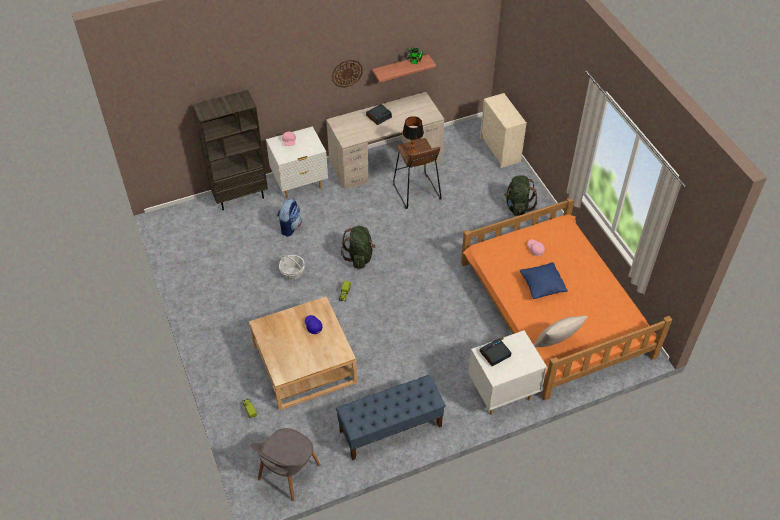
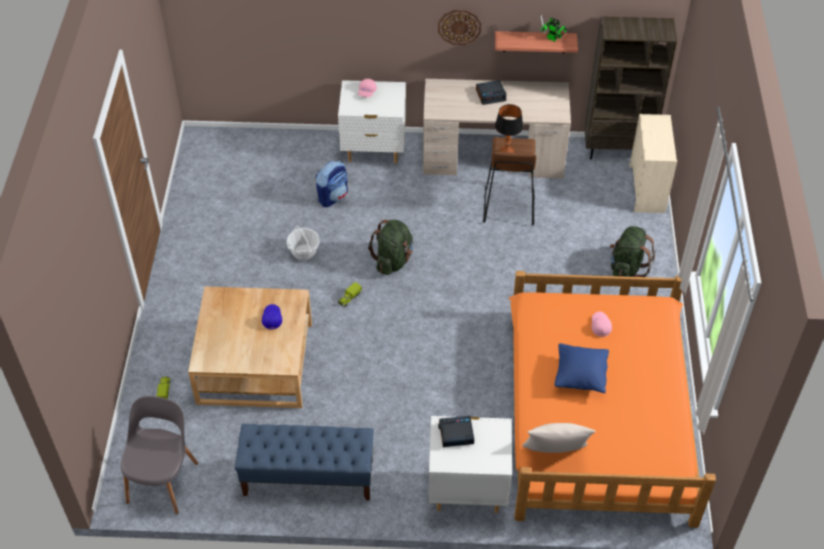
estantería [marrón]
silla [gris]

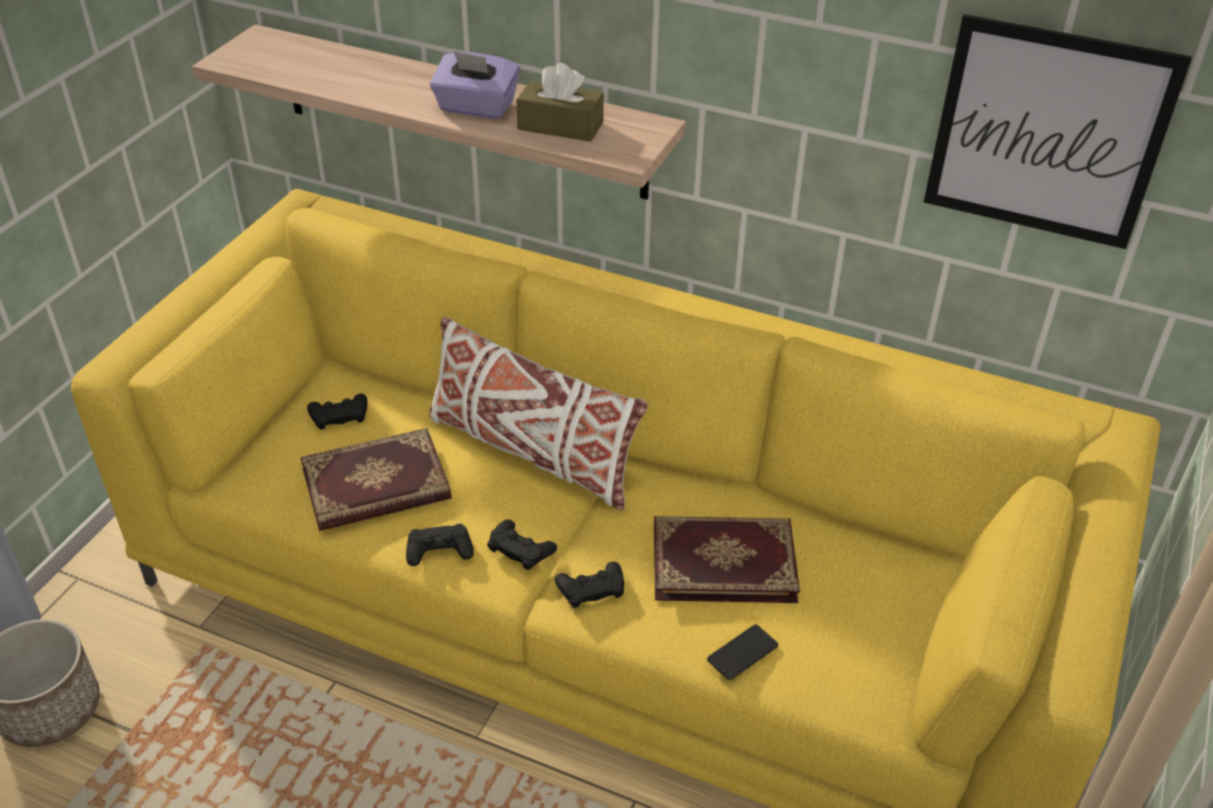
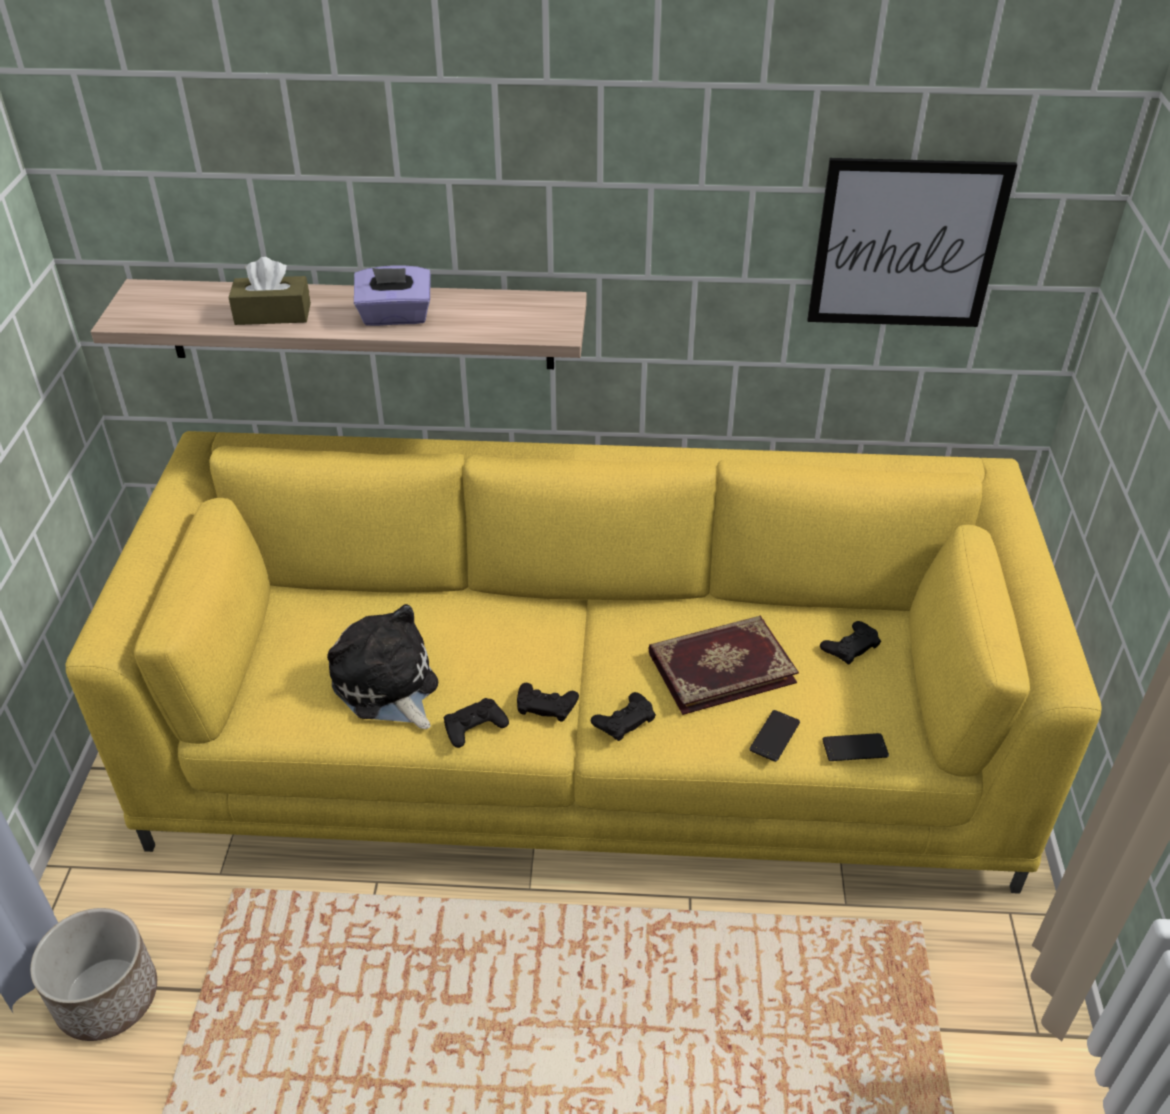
cojín [blanco]
móvil (2nd from left)
mando de consola [negro] (4th from left)
caja de pañuelos [marrón]
peluche

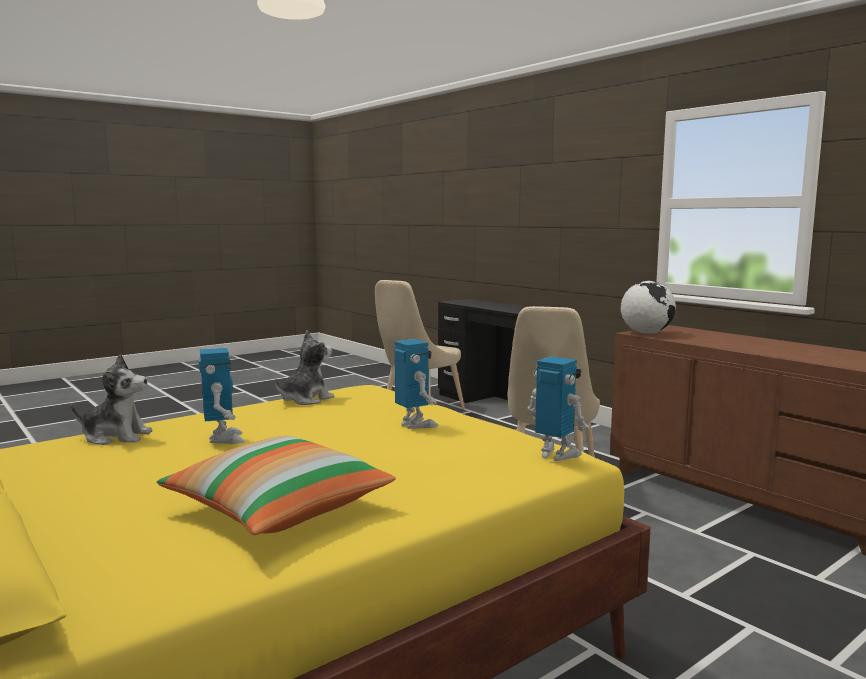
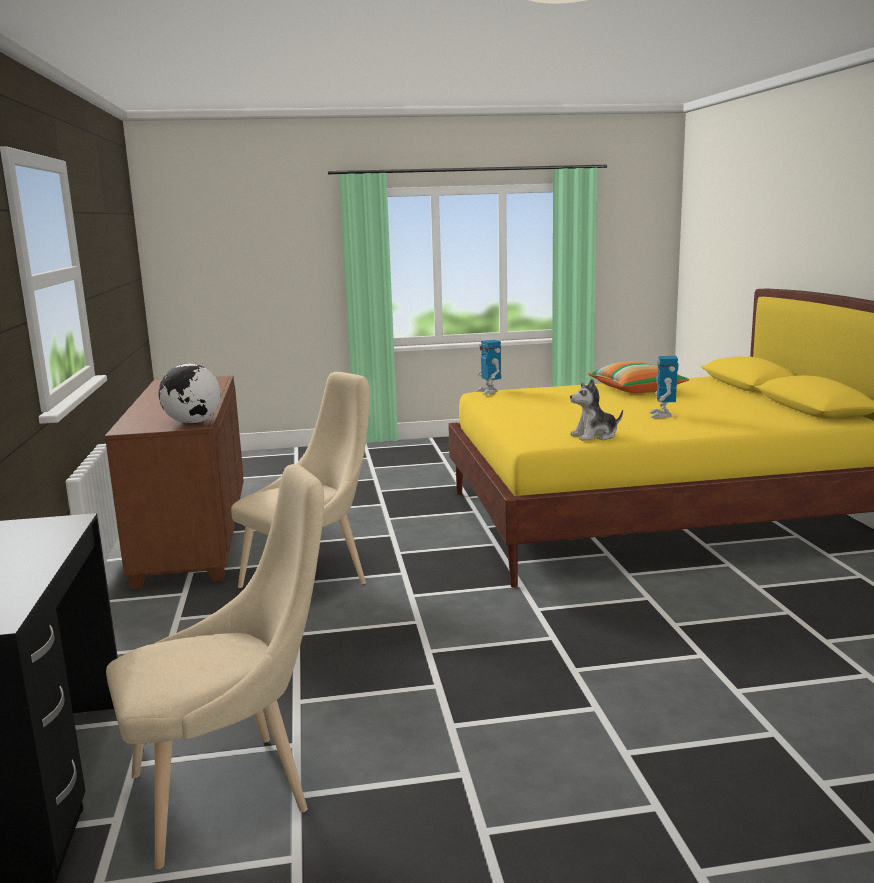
peluche (1st from left in the first image)
robot de juguete (2nd from left in the first image)

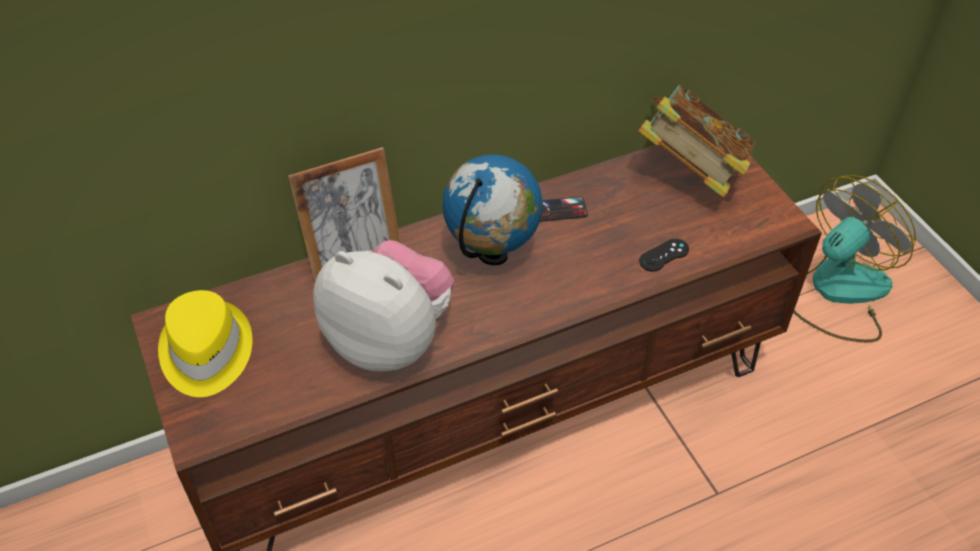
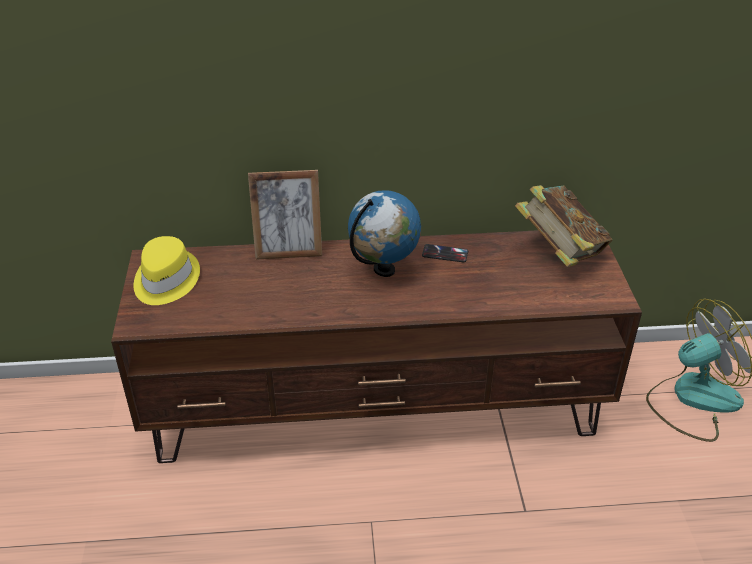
peluche
mando de consola [negro]

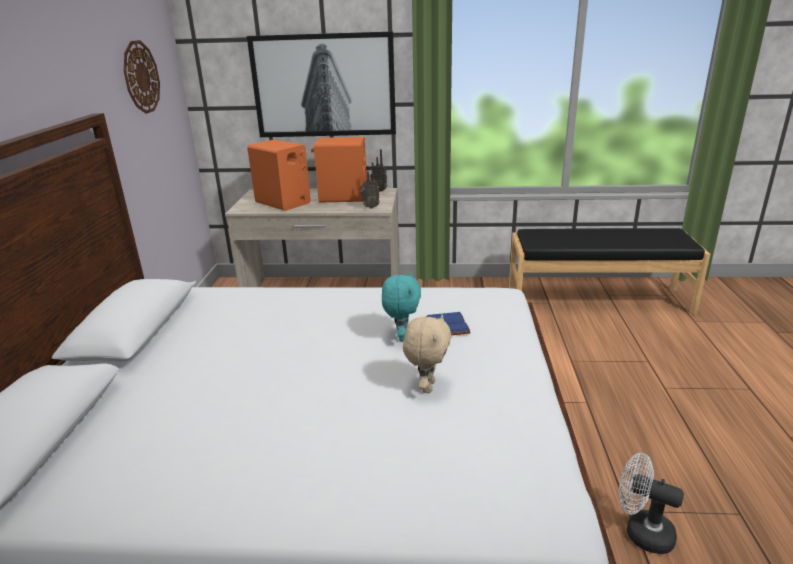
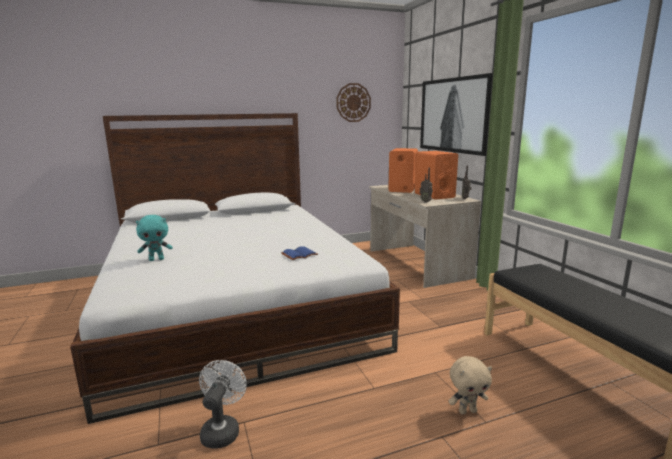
peluche [turquesa]
peluche [beis]

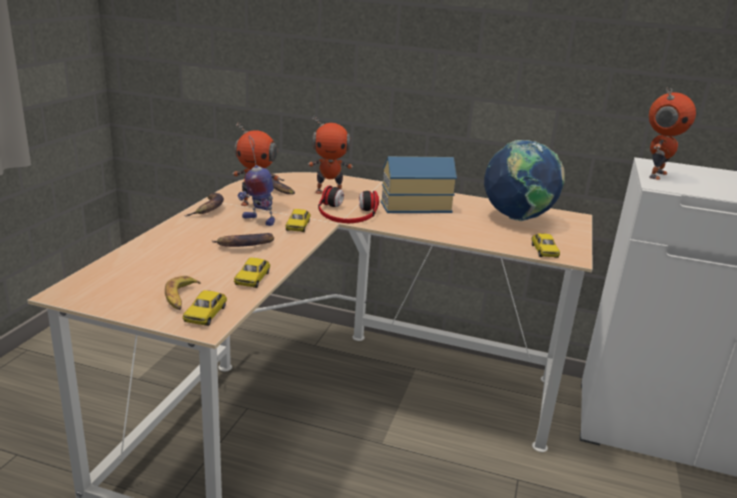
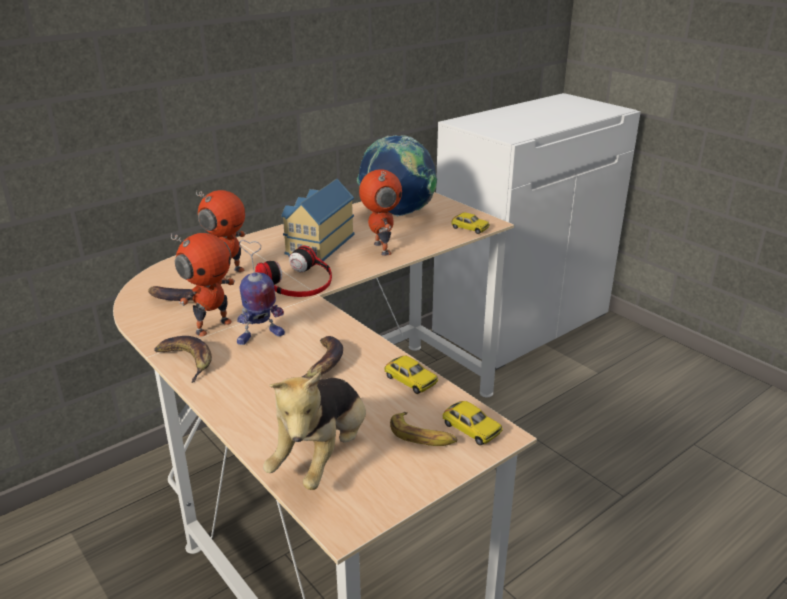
coche de juguete (3rd from left in the first image)
peluche
robot de juguete (4th from left)

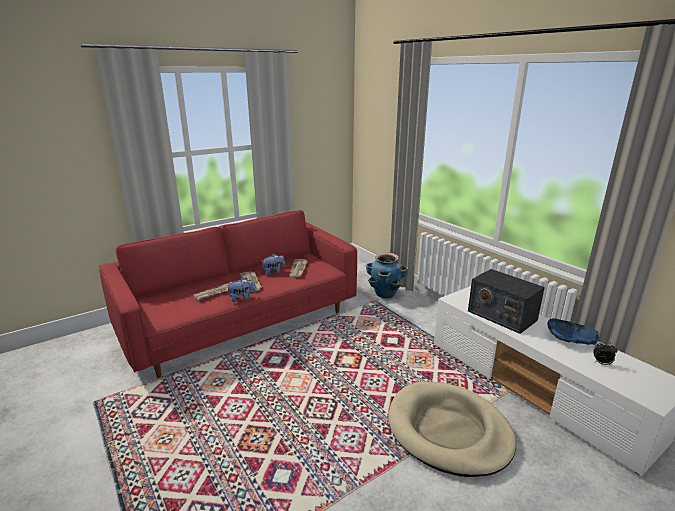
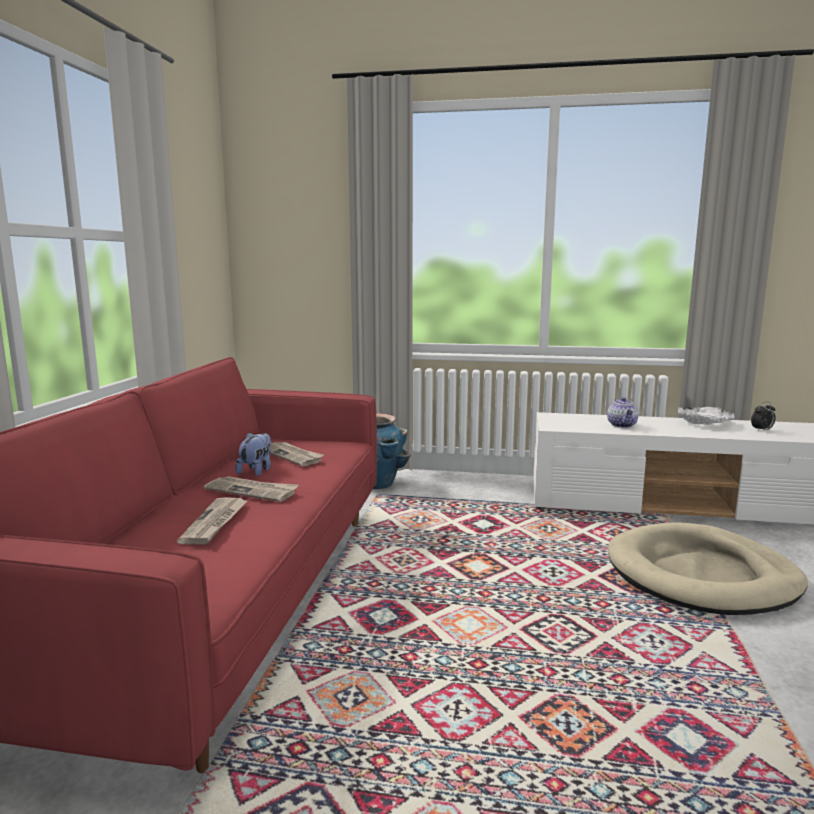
peluche (1st from left in the first image)
tetera
cuenco [blanco]

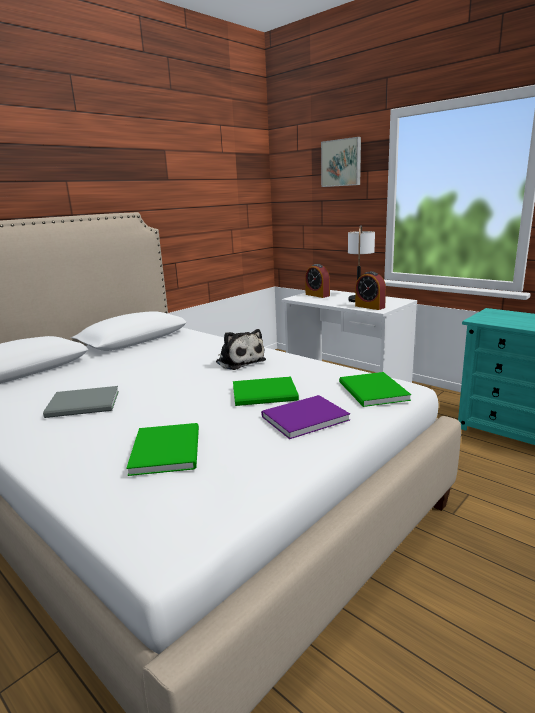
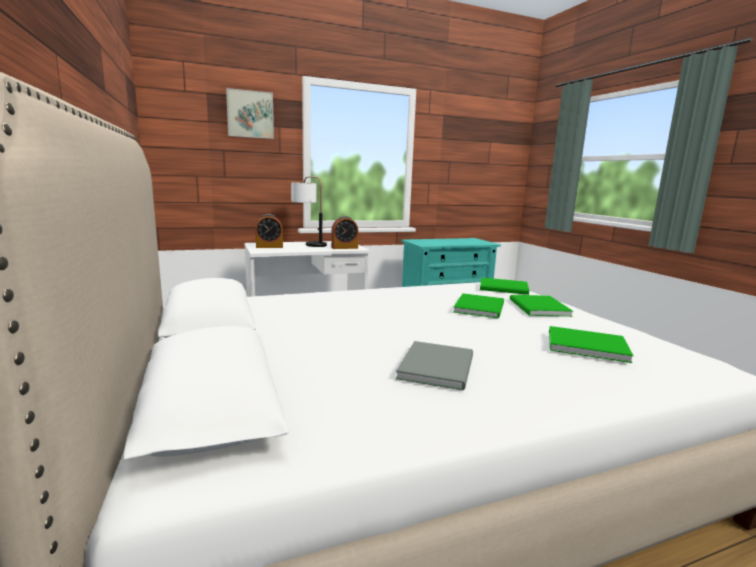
peluche
libro [verde] (3rd from left)

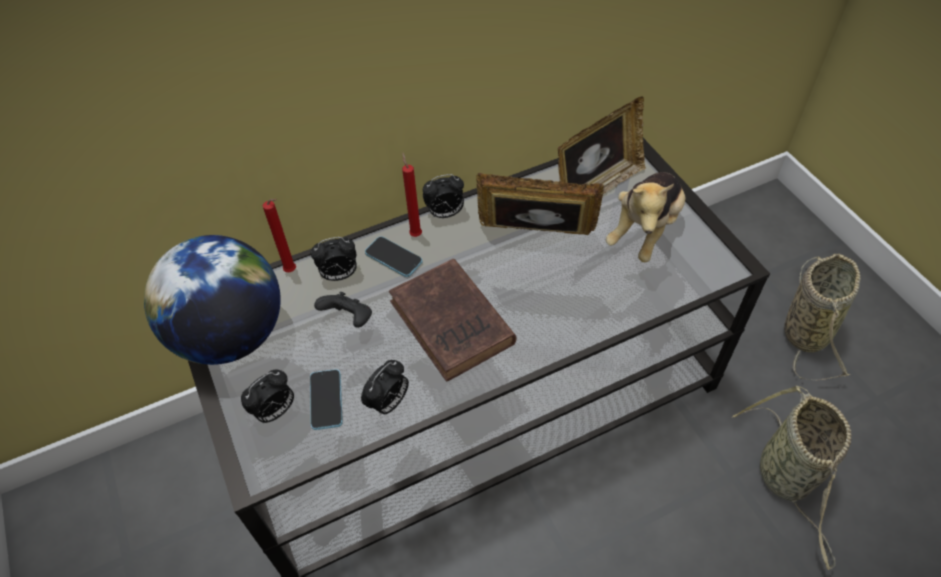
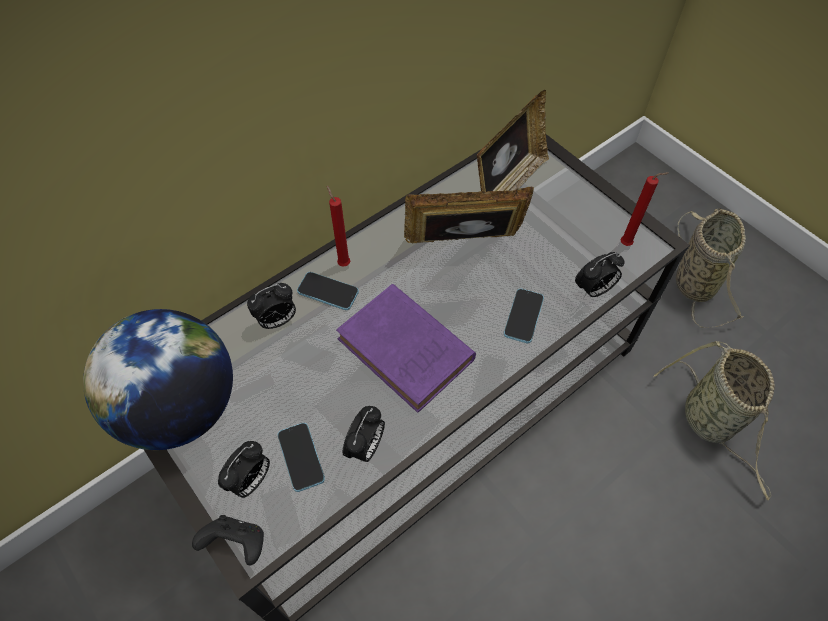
peluche
móvil (3rd from left)
vela [rojo] (2nd from left)
mando de consola [negro]
despertador (4th from left)
libro [morado]

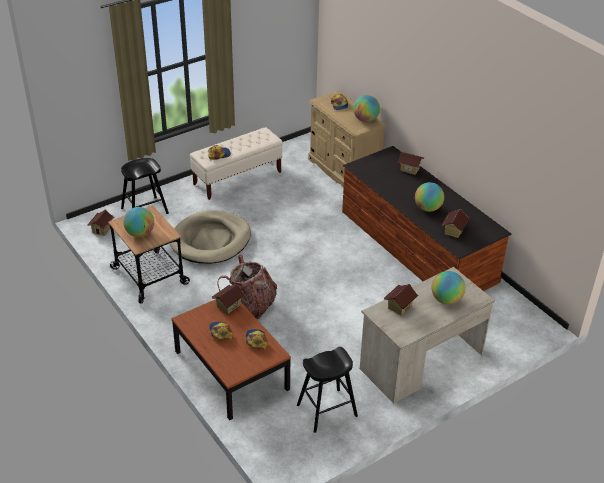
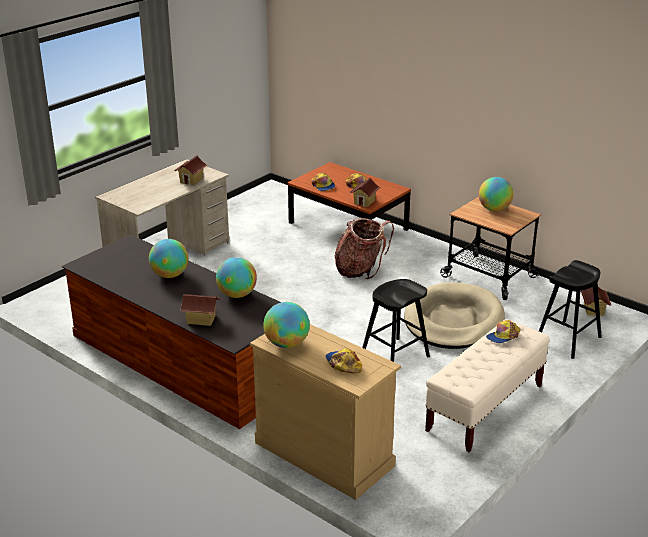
casita (5th from left in the first image)
taburete [negro] (1st from left)
globo terráqueo (2nd from left)

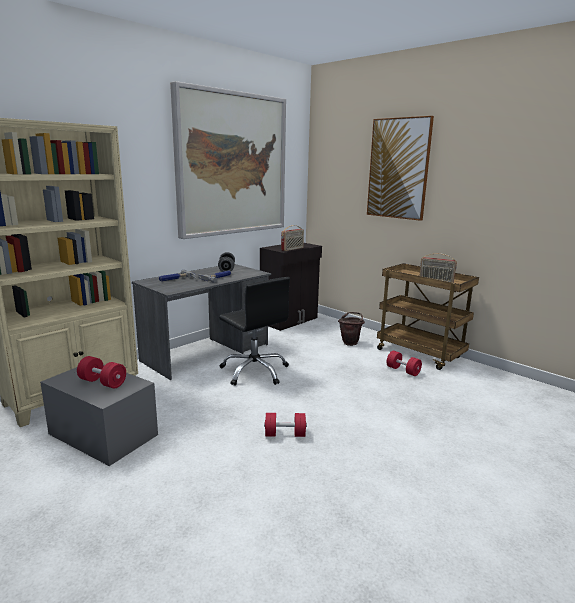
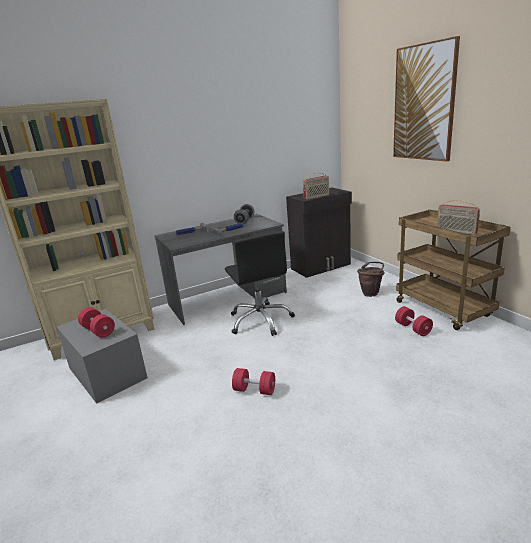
cuadro (1st from left in the first image)

